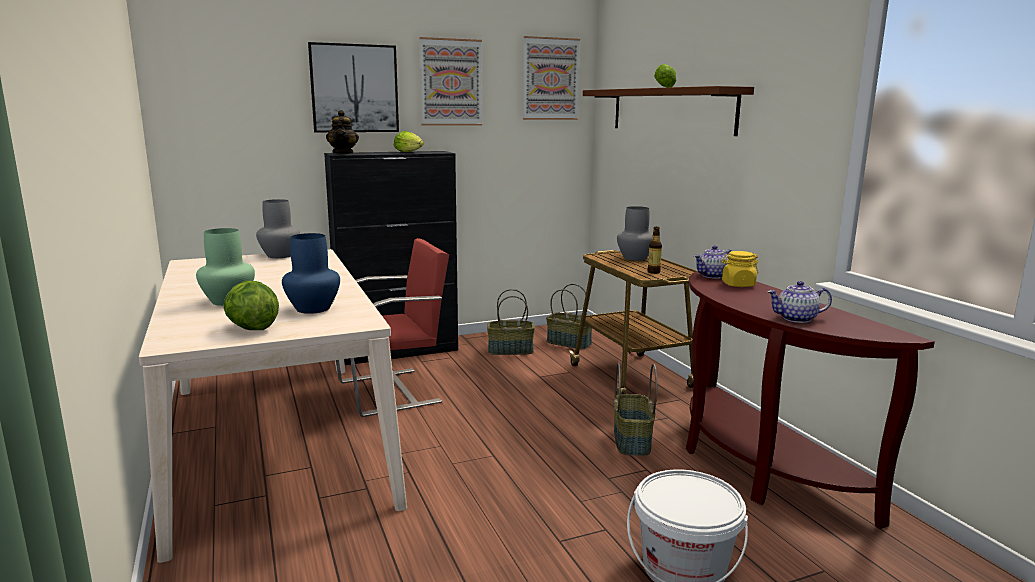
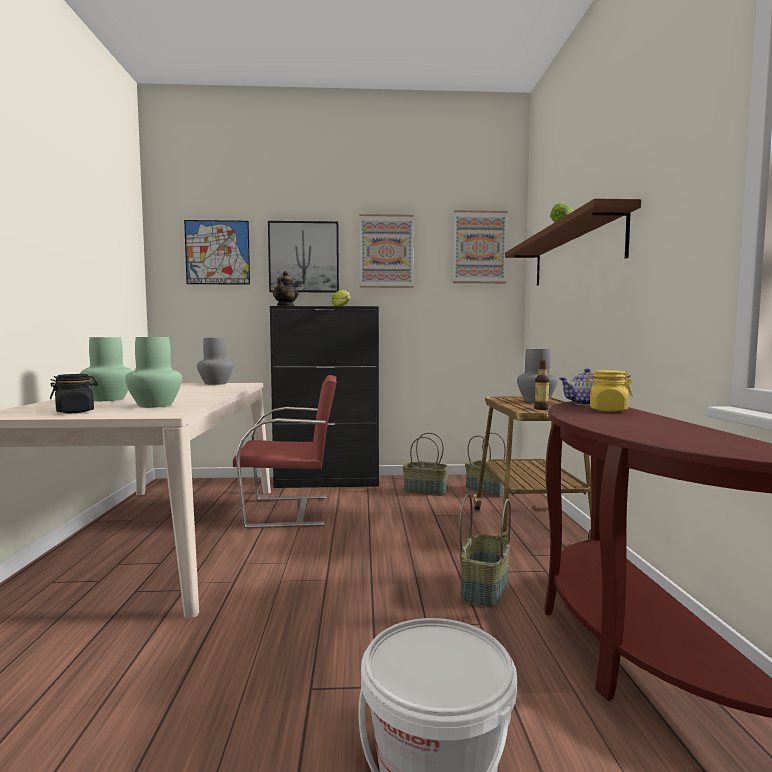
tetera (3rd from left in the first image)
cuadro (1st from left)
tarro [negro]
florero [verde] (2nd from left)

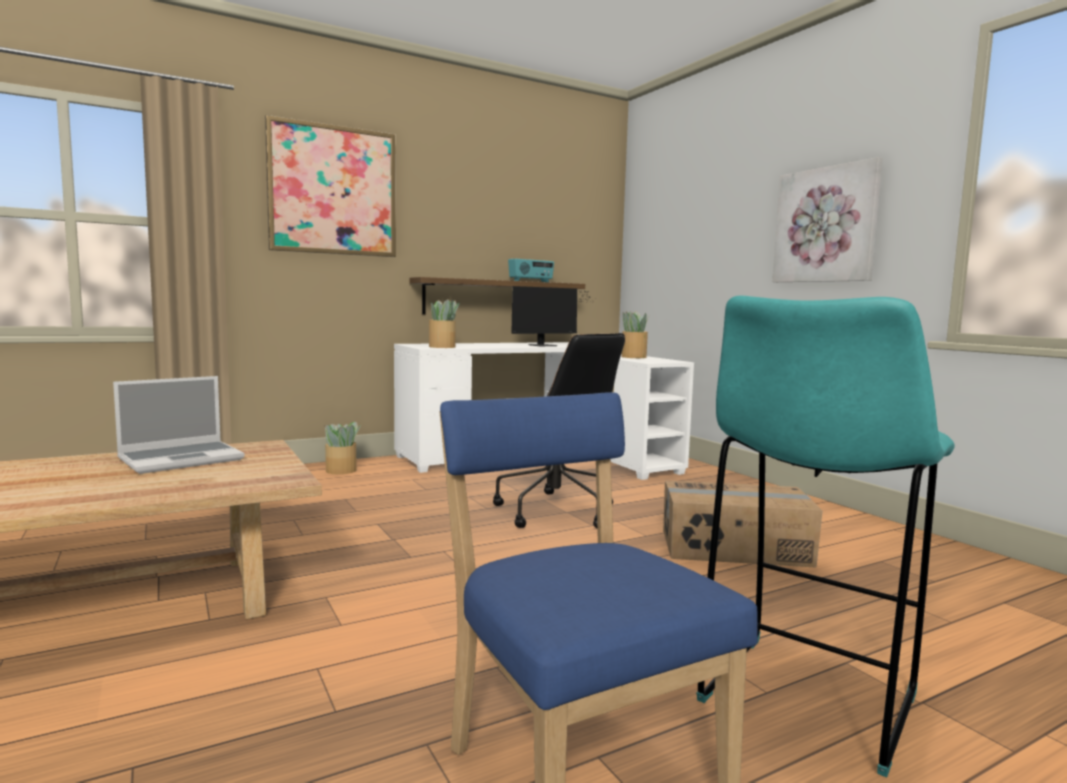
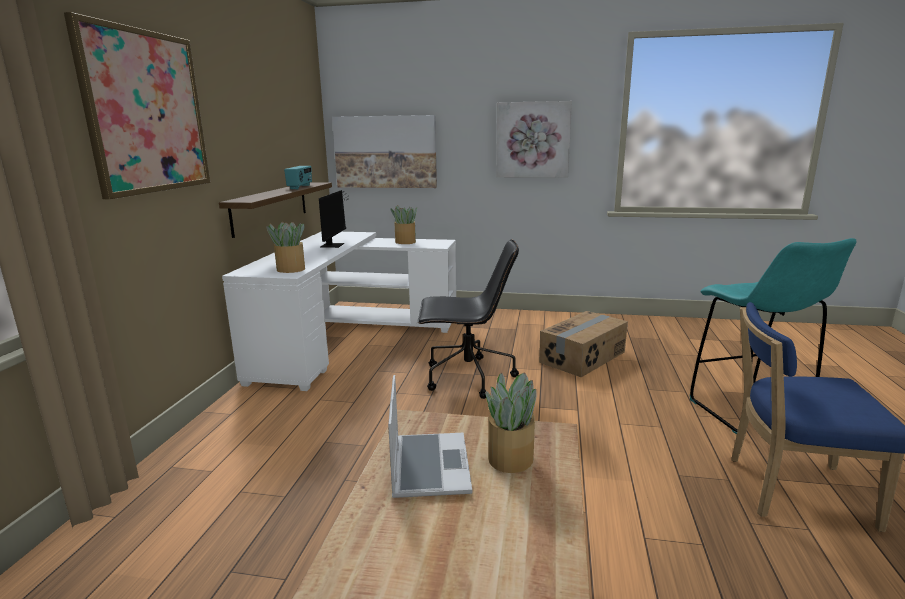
cuadro (2nd from left)
planta en maceta (3rd from left)

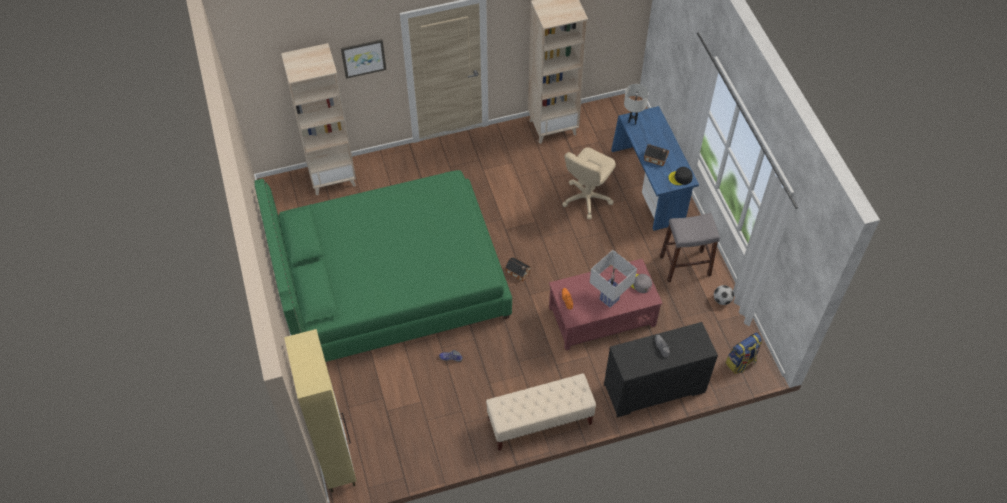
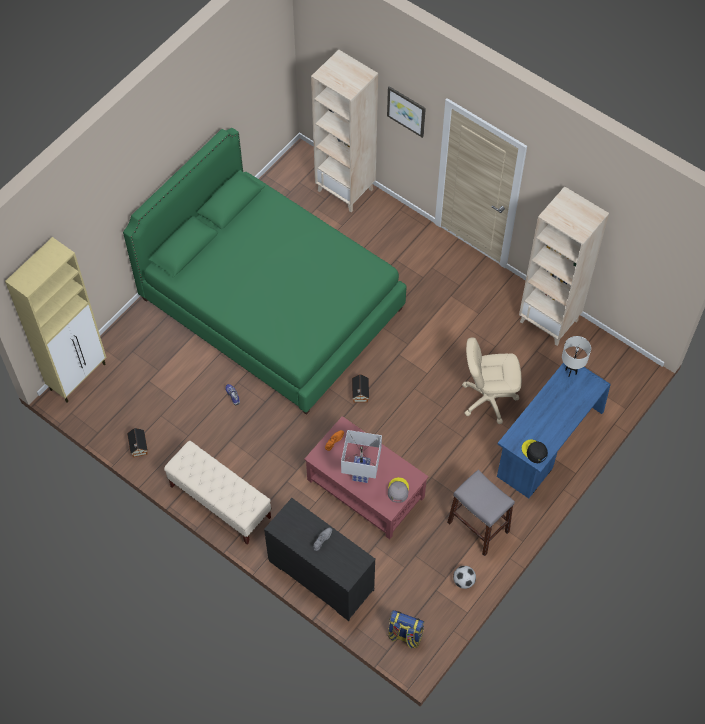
casita (1st from left)

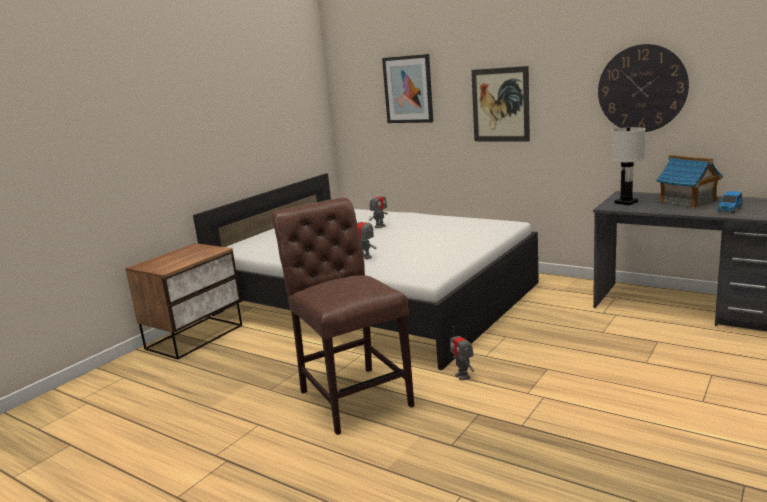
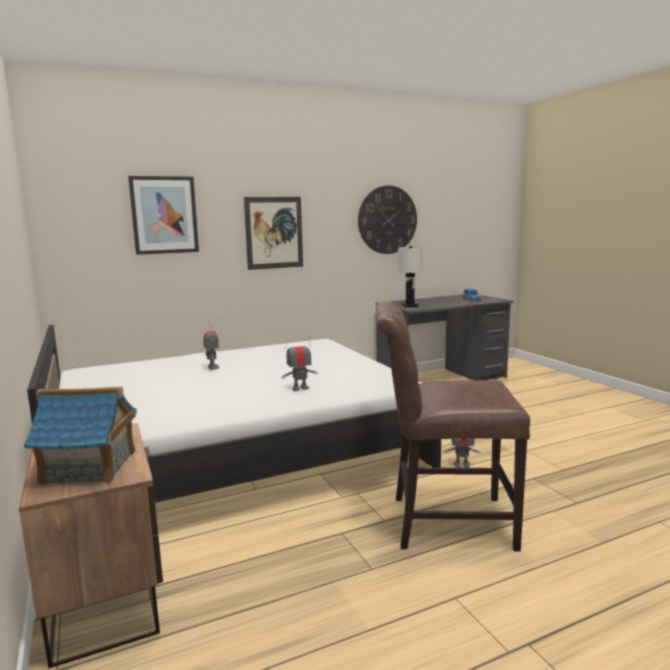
casita

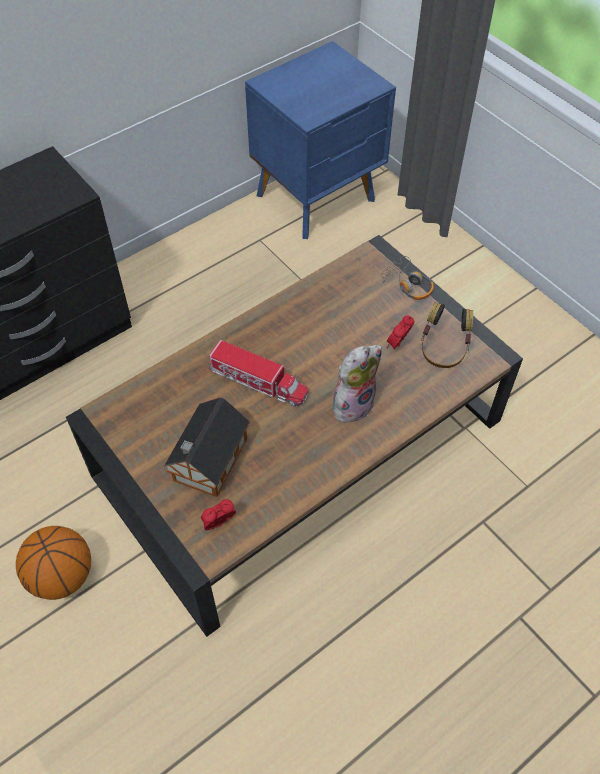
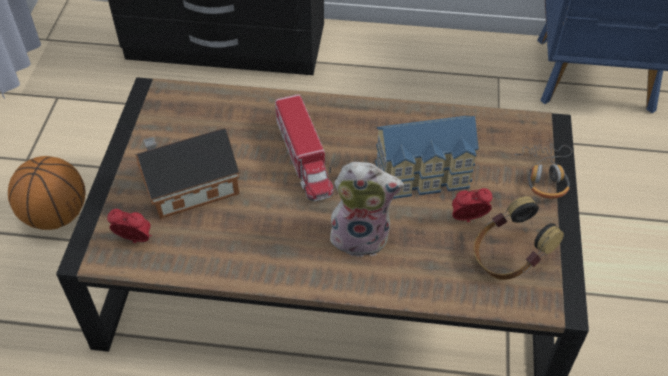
casita (2nd from left)

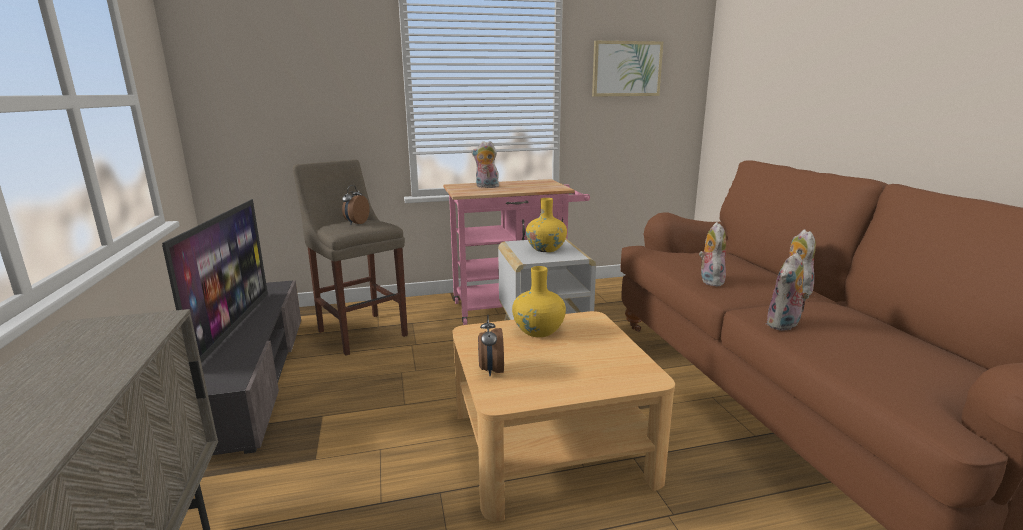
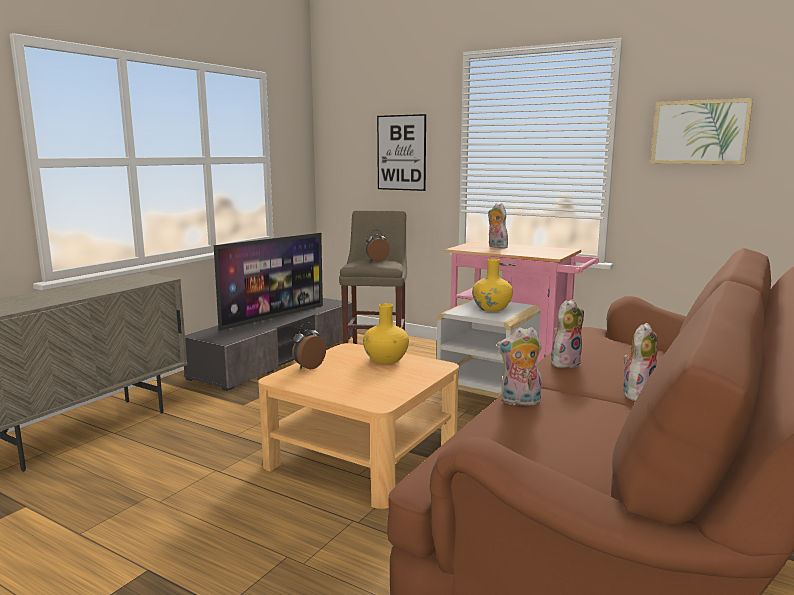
cuadro (1st from left)

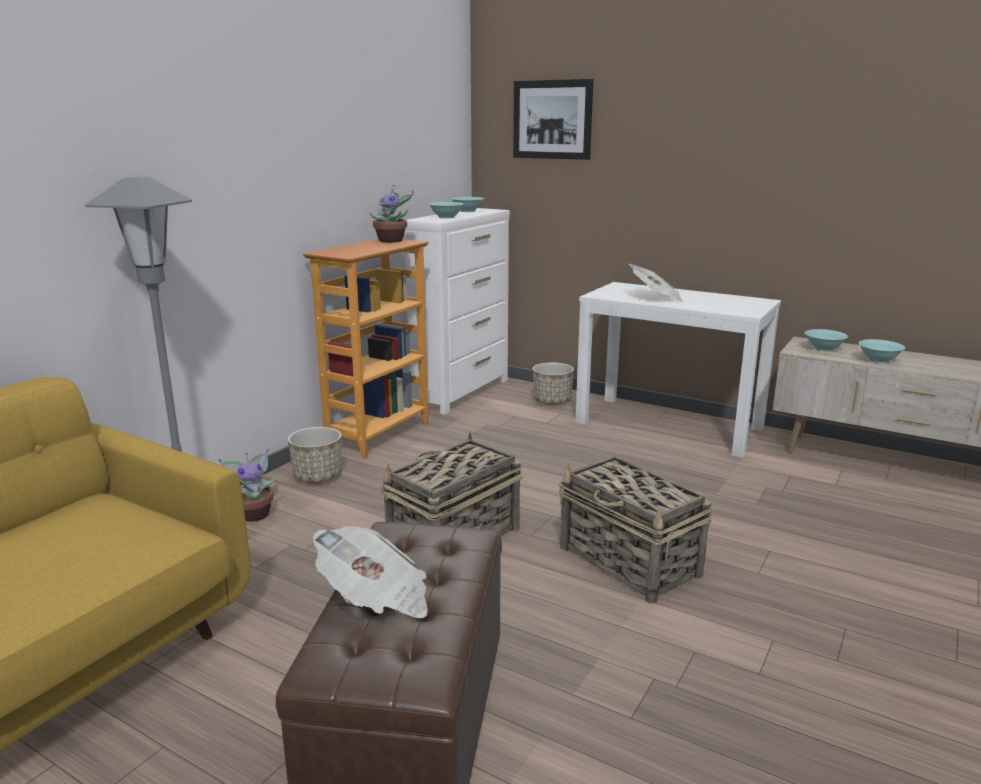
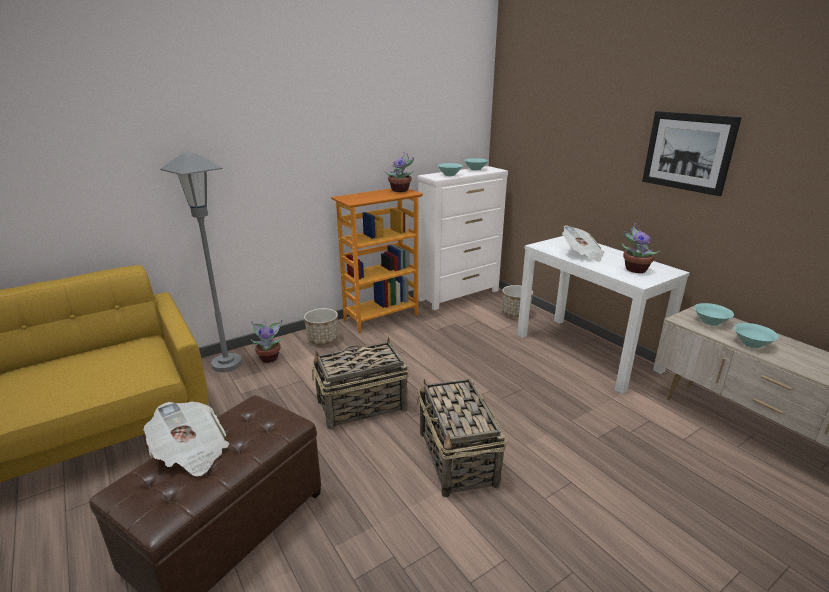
planta en maceta (3rd from left)
cuadro

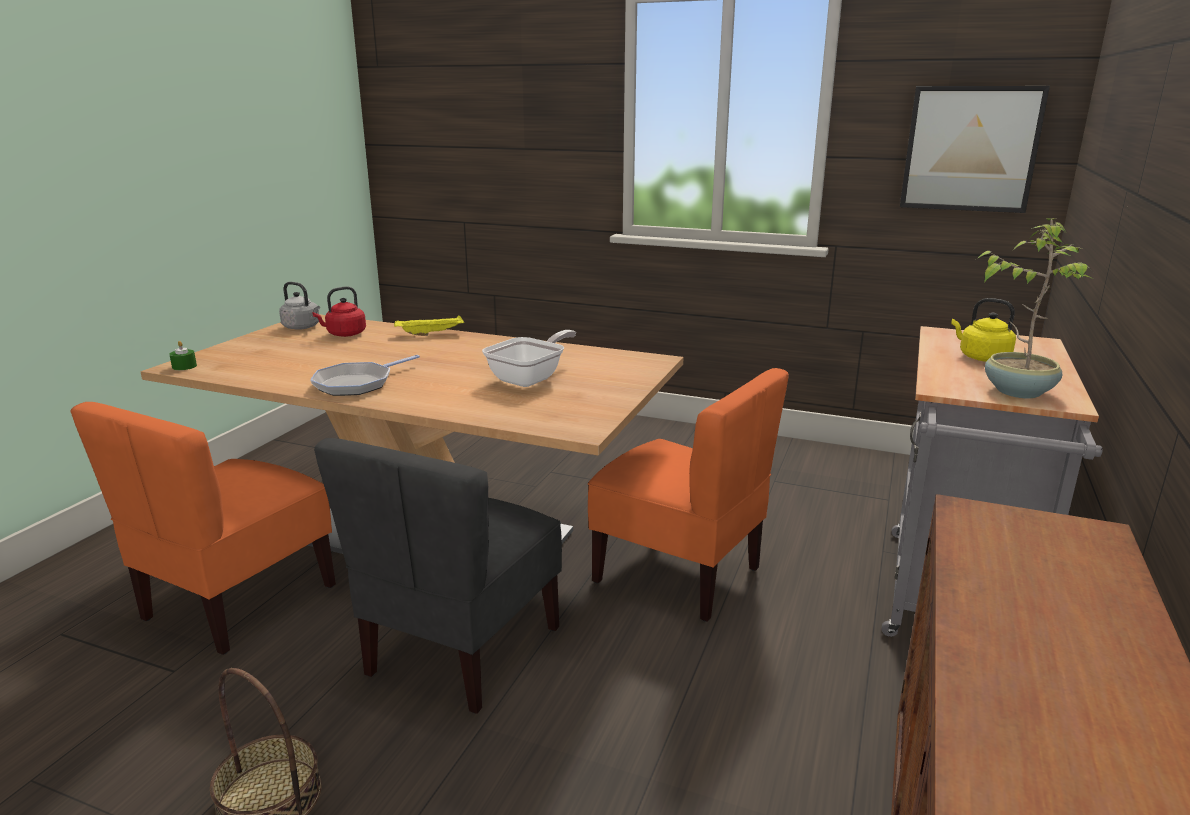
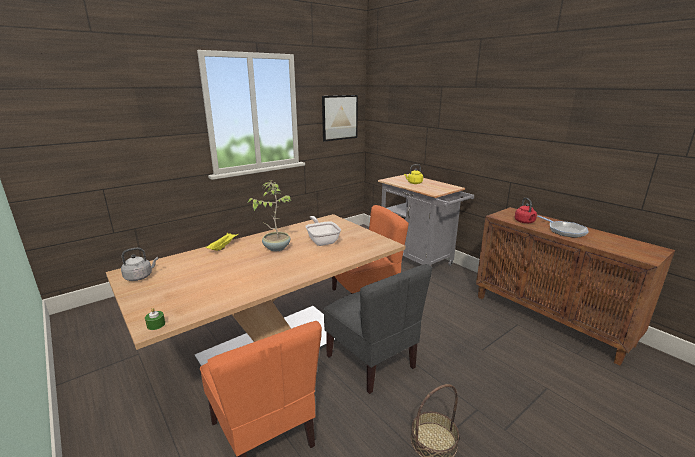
sartén (2nd from left)
hervidor [rojo]
planta en maceta

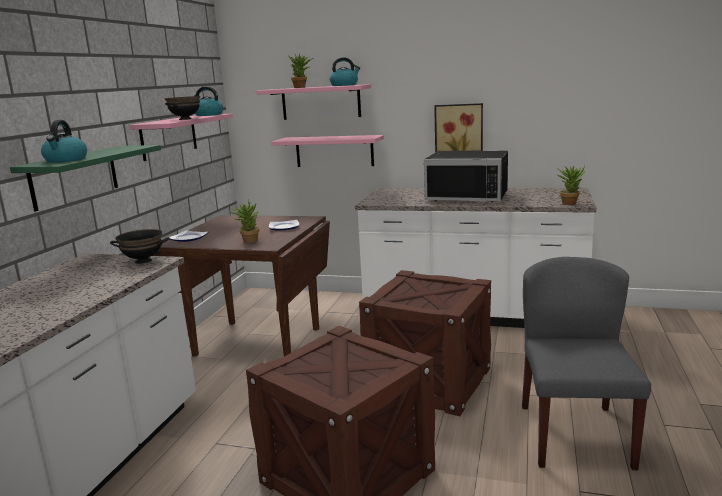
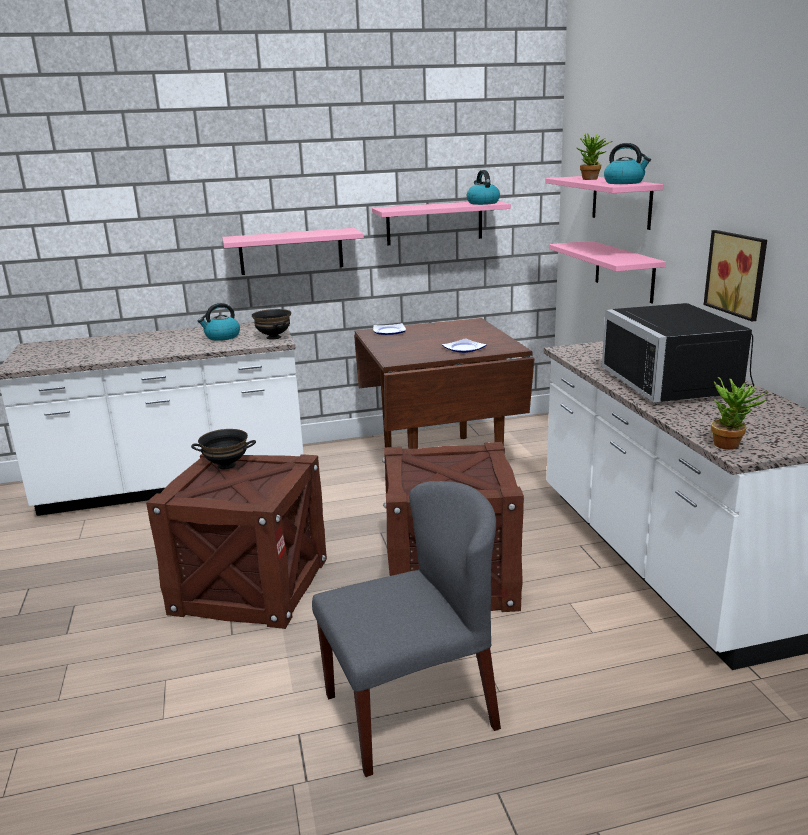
planta en maceta (1st from left in the first image)
hervidor (1st from left)
cuenco [negro] (1st from left)
estante [rosa] (1st from left)

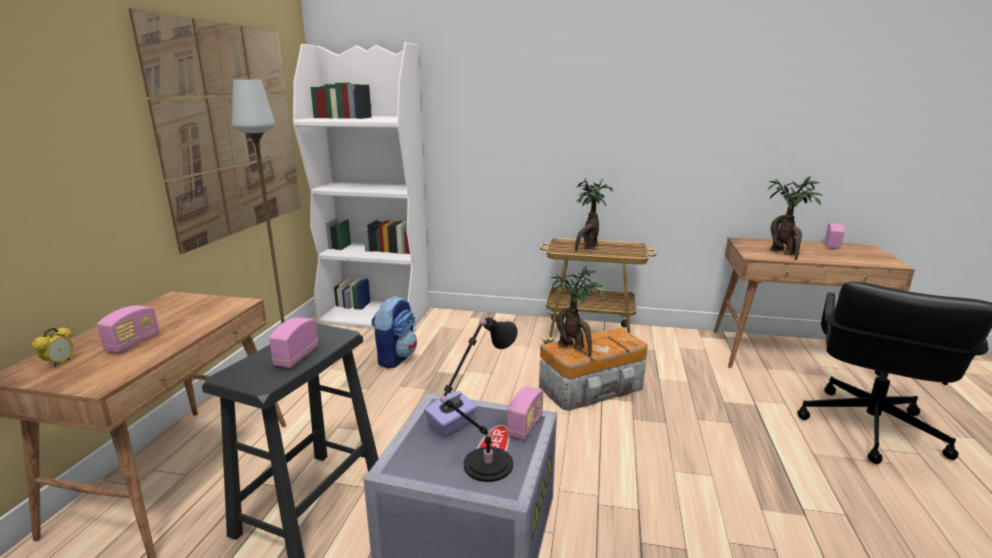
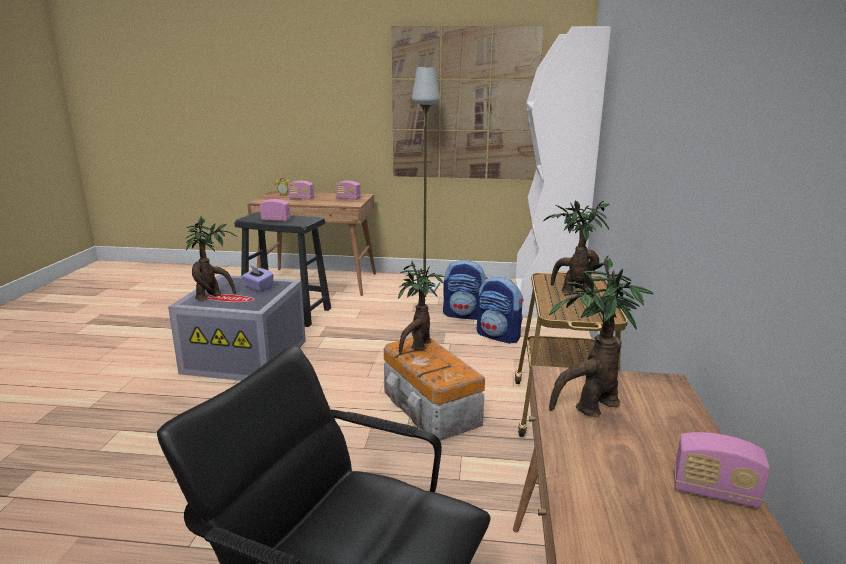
mochila (2nd from left)
radio (3rd from left)
planta en maceta (1st from left)

